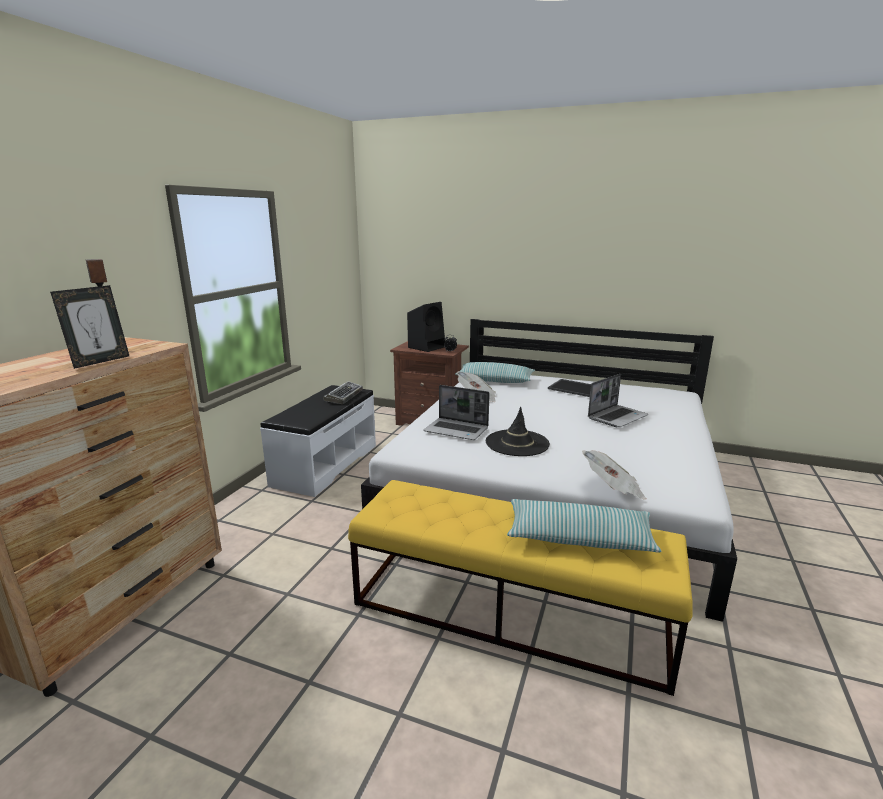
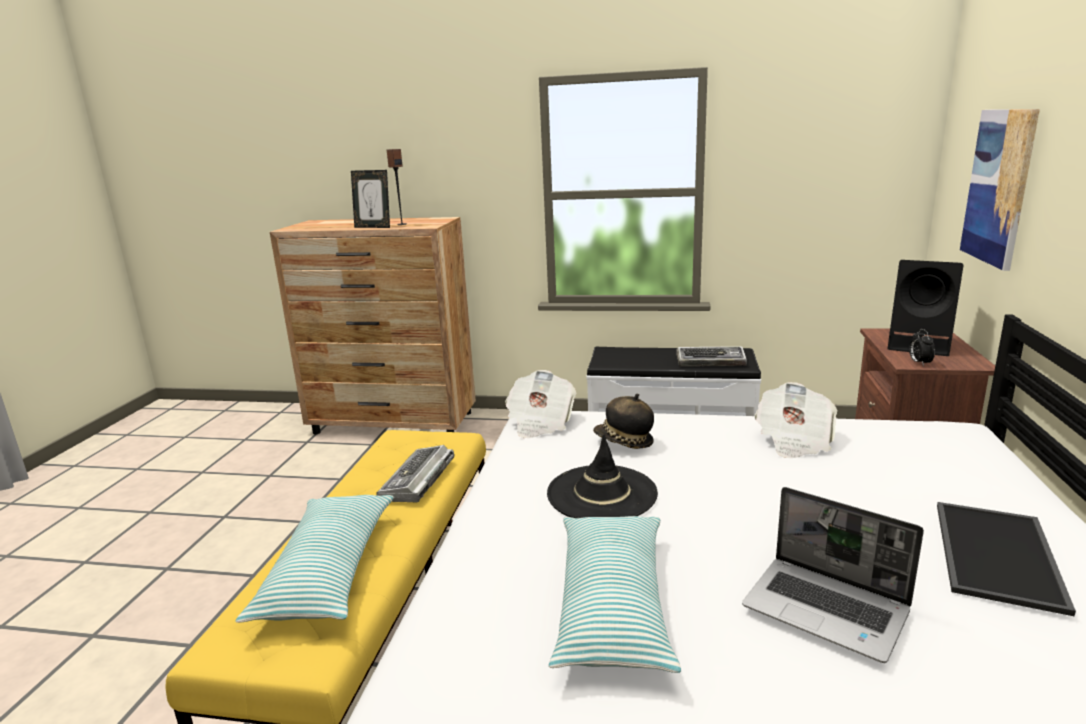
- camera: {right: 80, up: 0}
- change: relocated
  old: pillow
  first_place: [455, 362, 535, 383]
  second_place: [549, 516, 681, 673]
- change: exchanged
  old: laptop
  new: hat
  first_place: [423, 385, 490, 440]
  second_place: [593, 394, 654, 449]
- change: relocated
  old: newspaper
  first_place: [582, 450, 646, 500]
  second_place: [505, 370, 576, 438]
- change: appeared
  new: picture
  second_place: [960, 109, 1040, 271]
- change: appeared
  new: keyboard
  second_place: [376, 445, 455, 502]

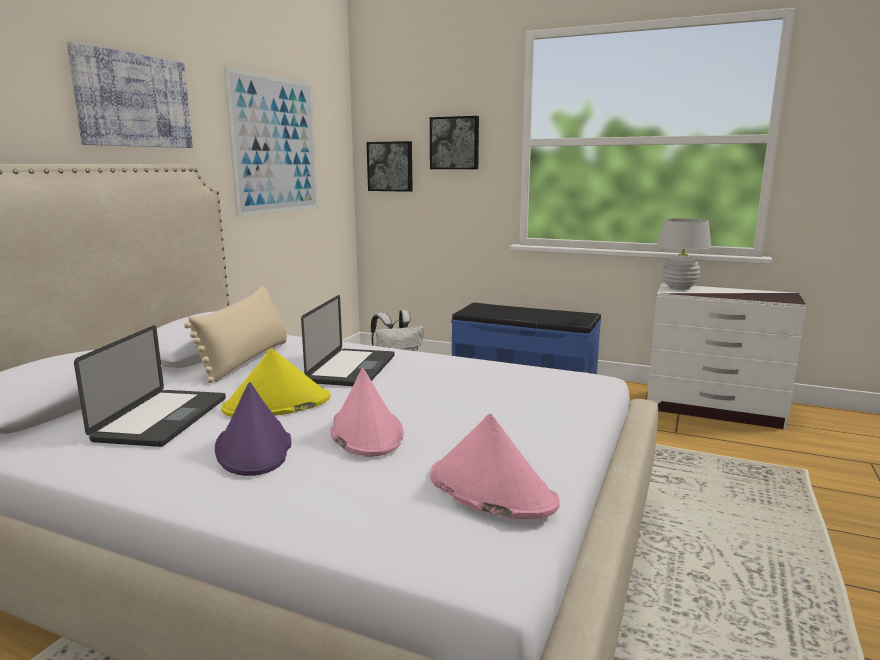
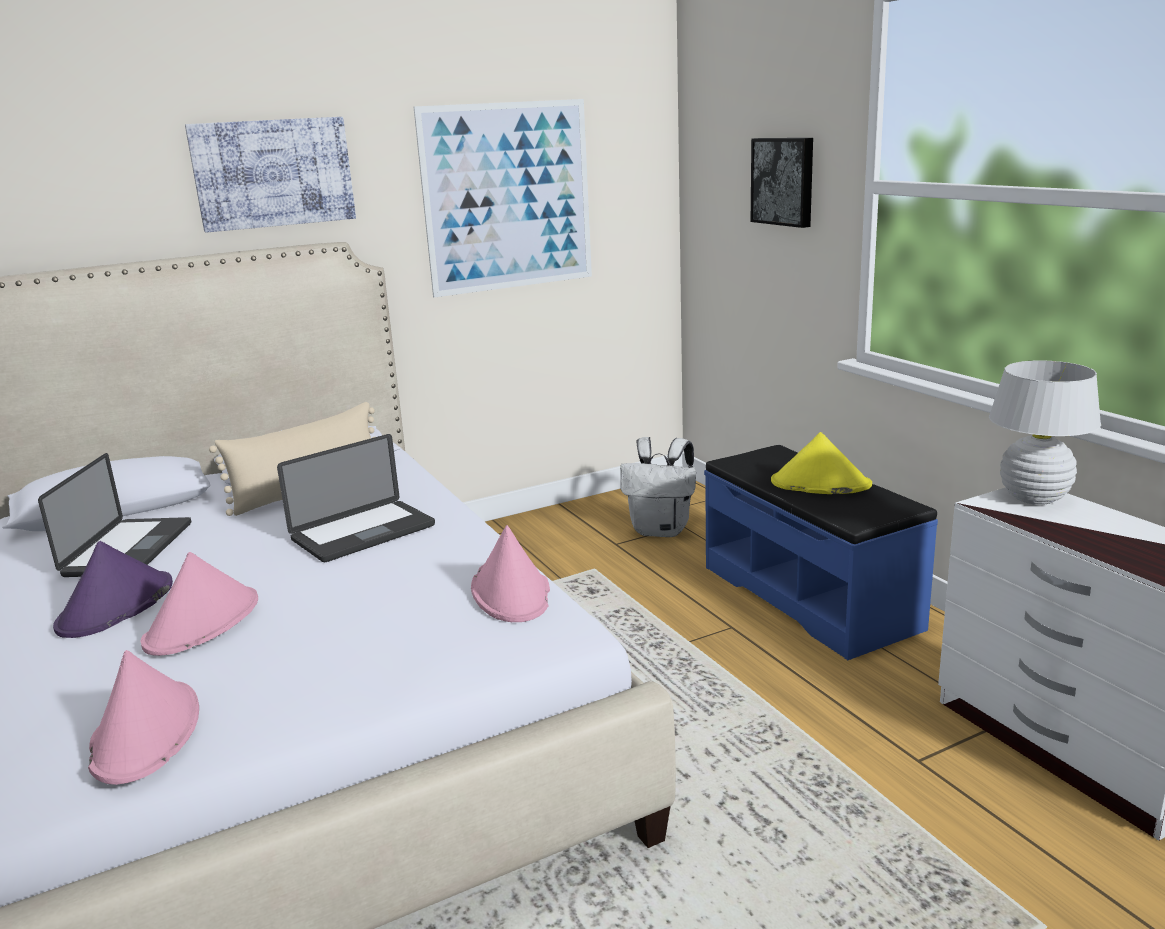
- camera: {right: 40, up: 5}
- change: missing
  old: picture
  first_place: [366, 141, 413, 192]
- change: spun
  old: laptop
  first_place: [74, 325, 226, 447]
  second_place: [38, 453, 191, 577]
  degrees: -45
- change: relocated
  old: yellow_hat
  first_place: [221, 348, 330, 417]
  second_place: [771, 432, 872, 494]
- change: appeared
  new: pink_hat
  second_place: [471, 525, 550, 622]

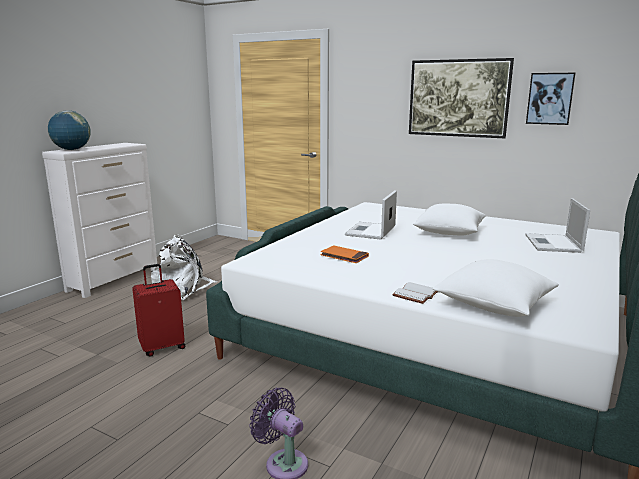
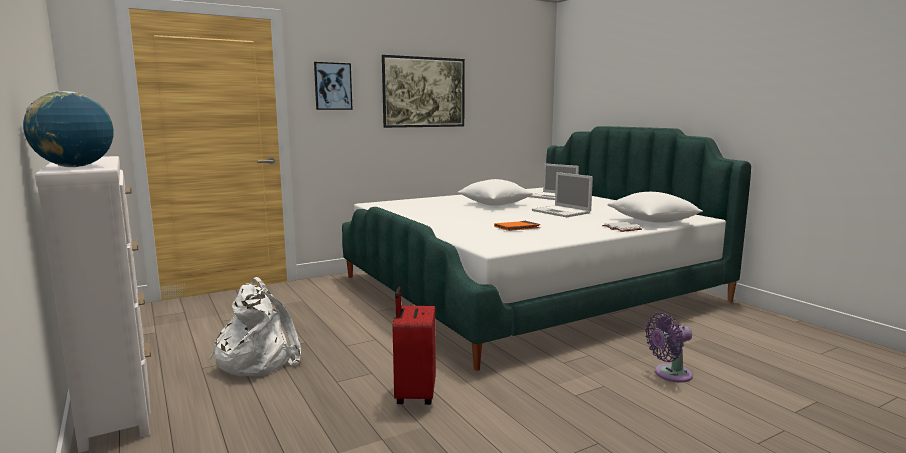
- camera: {right: -60, up: -5}
- change: relocated
  old: picture
  first_place: [526, 73, 575, 125]
  second_place: [314, 62, 353, 110]
- change: relocated
  old: laptop
  first_place: [345, 190, 397, 240]
  second_place: [532, 172, 593, 217]

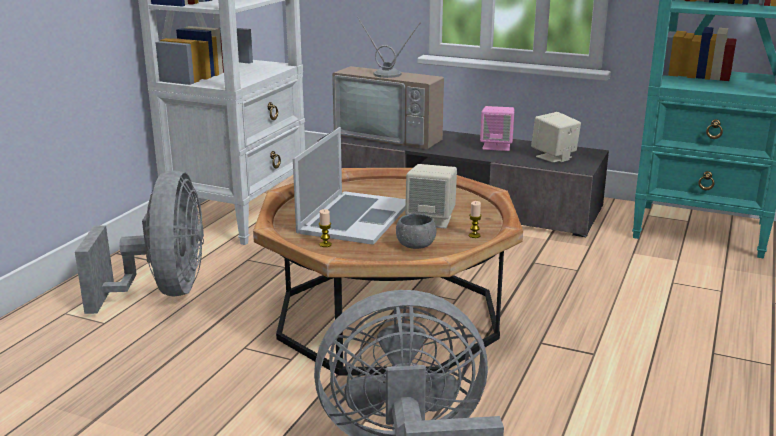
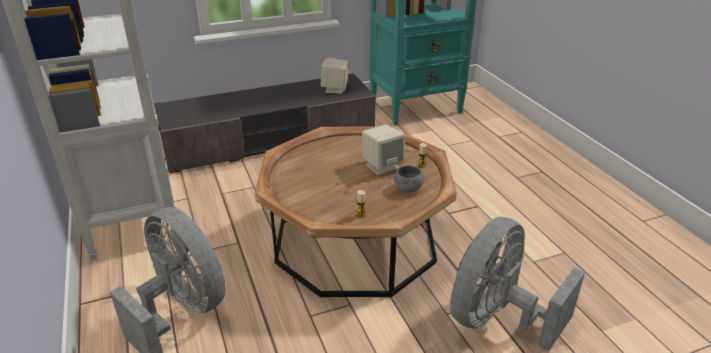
- camera: {right: -45, up: 10}
- change: missing
  old: television
  first_place: [332, 17, 444, 149]
- change: missing
  old: pink_speaker
  first_place: [480, 106, 515, 151]
- change: missing
  old: laptop
  first_place: [293, 127, 406, 245]

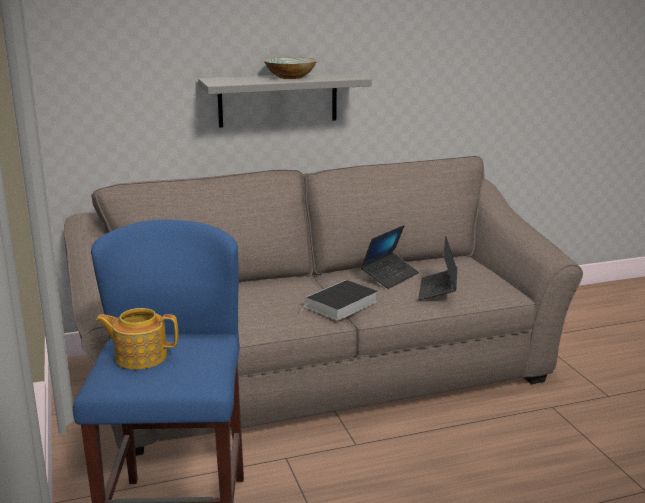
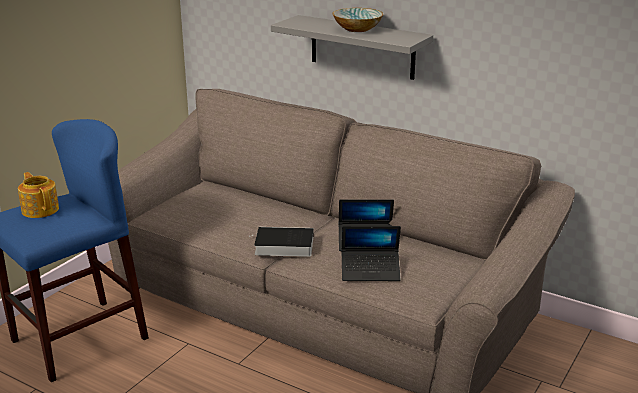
- camera: {right: 50, up: 5}
- change: spun
  old: laptop
  first_place: [418, 236, 457, 300]
  second_place: [342, 226, 401, 281]
  degrees: -150

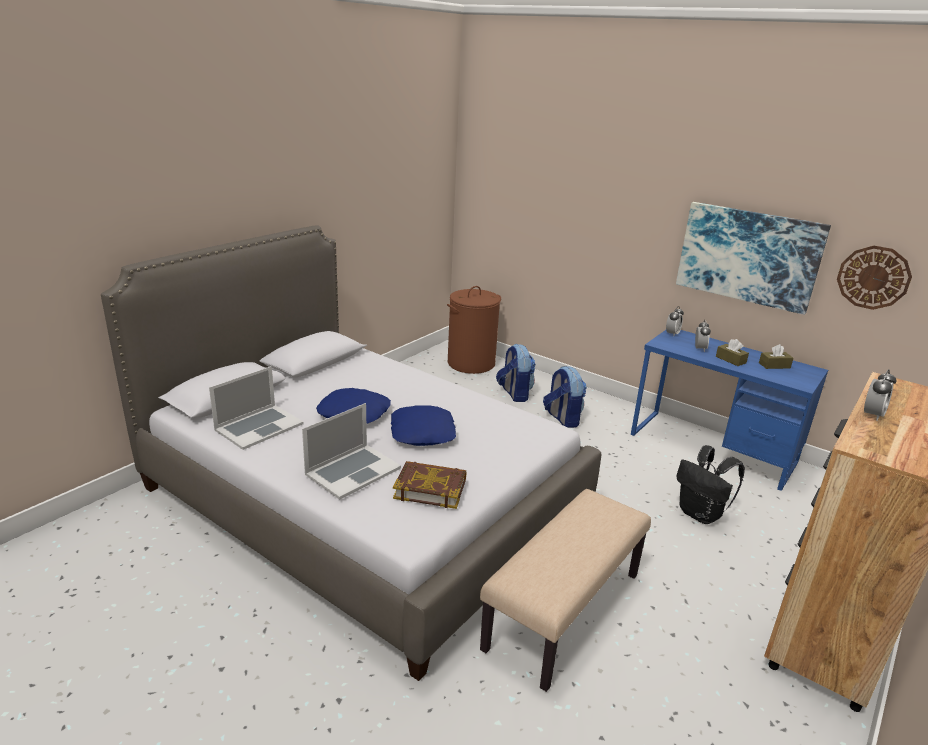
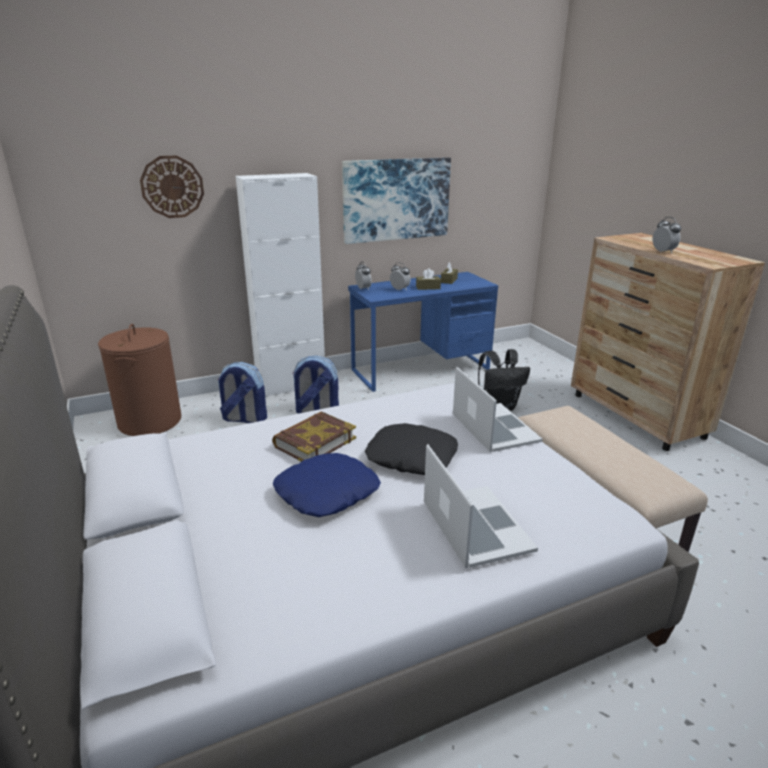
- camera: {right: -60, up: 0}
- change: relocated
  old: wall_clock
  first_place: [837, 246, 912, 310]
  second_place: [140, 155, 204, 218]
- change: relocated
  old: laptop
  first_place: [209, 366, 304, 450]
  second_place: [453, 367, 543, 452]
- change: colour
  old: blue_pillow
  new: black_pillow
  first_place: [391, 405, 456, 446]
  second_place: [365, 423, 458, 475]
- change: relocated
  old: book
  first_place: [393, 461, 466, 509]
  second_place: [272, 411, 356, 462]
- change: appeared
  new: white_cabinet
  second_place: [236, 173, 325, 396]

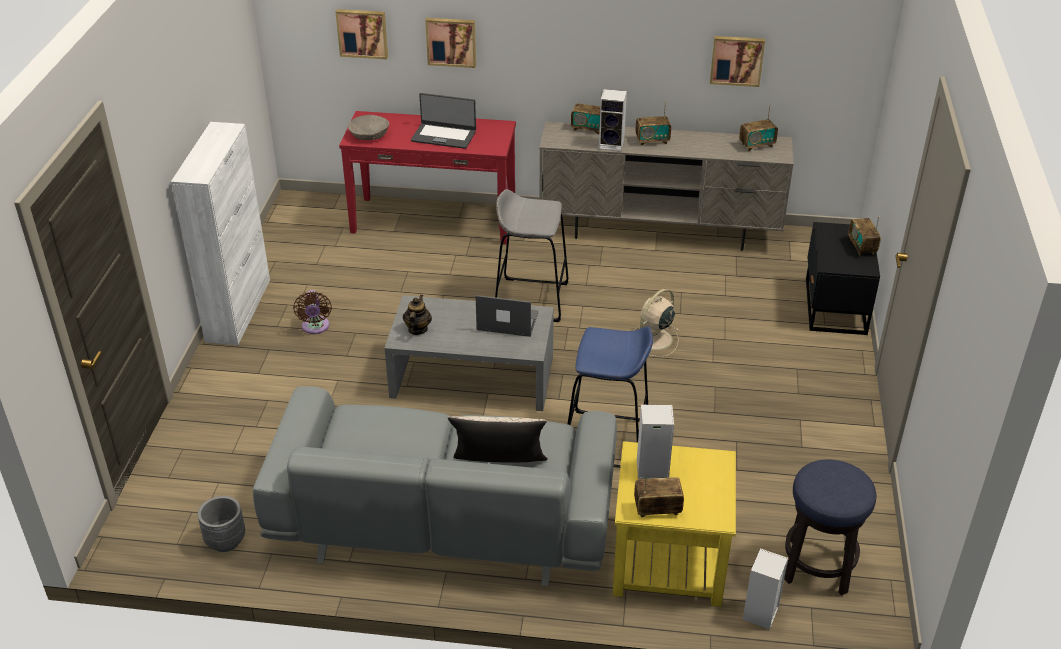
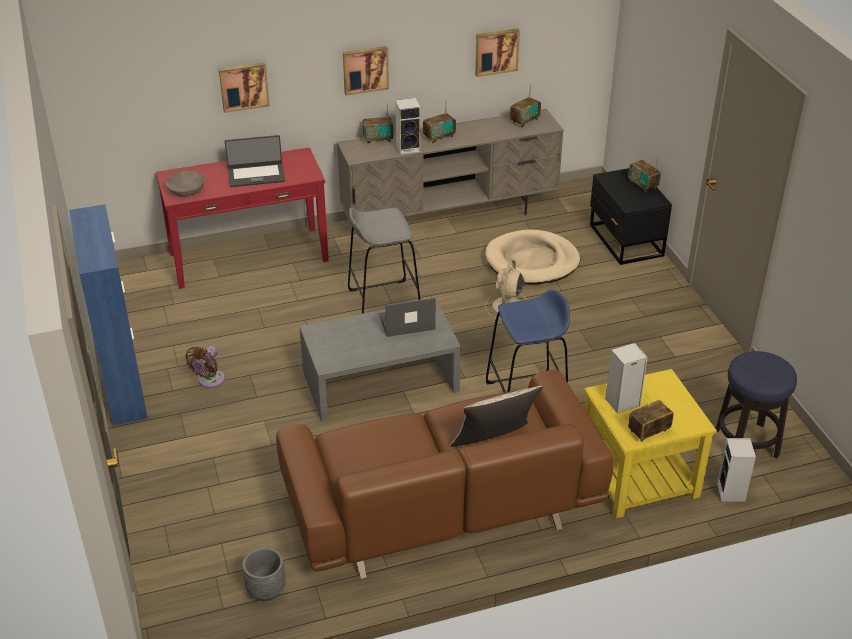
- camera: {right: -25, up: 0}
- change: relocated
  old: picture
  first_place: [336, 9, 388, 59]
  second_place: [343, 46, 389, 96]
- change: colour
  old: white_cabinet
  new: blue_cabinet
  first_place: [171, 122, 270, 345]
  second_place: [69, 204, 148, 425]
- change: spun
  old: brown_fan
  first_place: [293, 290, 332, 334]
  second_place: [185, 346, 225, 388]
  degrees: 60
- change: missing
  old: teapot
  first_place: [403, 295, 432, 335]
- change: colour
  old: grey_sofa
  new: brown_sofa
  first_place: [253, 386, 617, 586]
  second_place: [276, 370, 613, 579]
- change: appeared
  new: beige_dog_bed
  second_place: [485, 230, 580, 284]

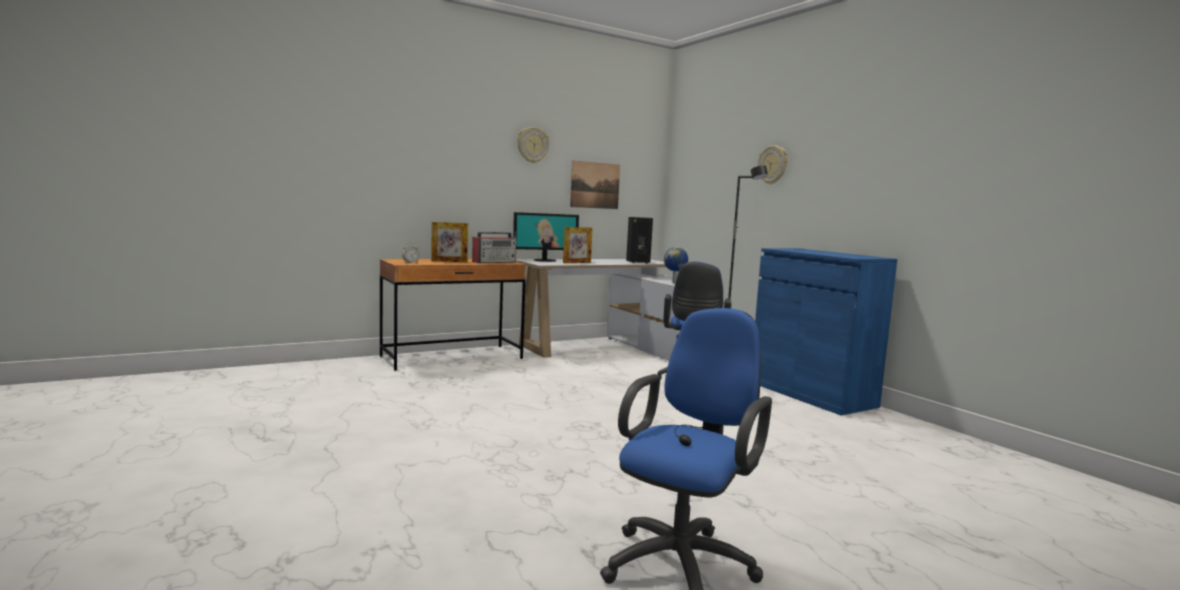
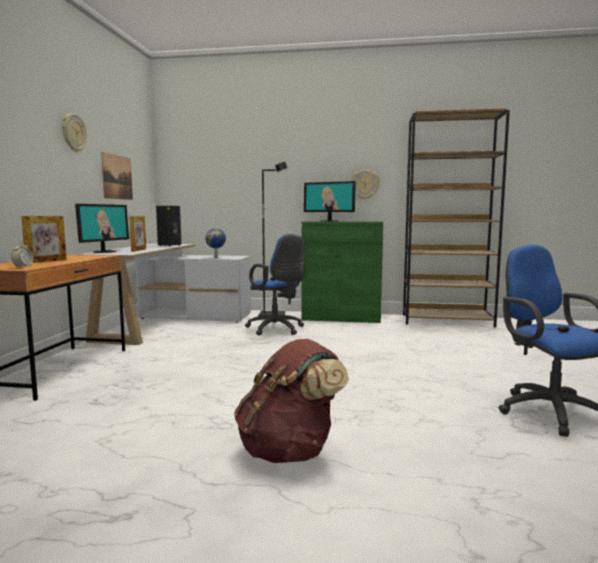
- camera: {right: -50, up: 0}
- change: relocated
  old: wall_clock
  first_place: [758, 145, 788, 184]
  second_place: [351, 170, 380, 199]
- change: missing
  old: radio
  first_place: [472, 231, 516, 263]
- change: colour
  old: blue_cabinet
  new: green_cabinet
  first_place: [755, 248, 897, 415]
  second_place: [301, 221, 383, 323]
- change: appeared
  new: brown_bookcase
  second_place: [403, 108, 510, 328]
- change: appeared
  new: monitor
  second_place: [304, 181, 356, 221]
- change: appeared
  new: brown_backpack
  second_place: [234, 339, 349, 463]

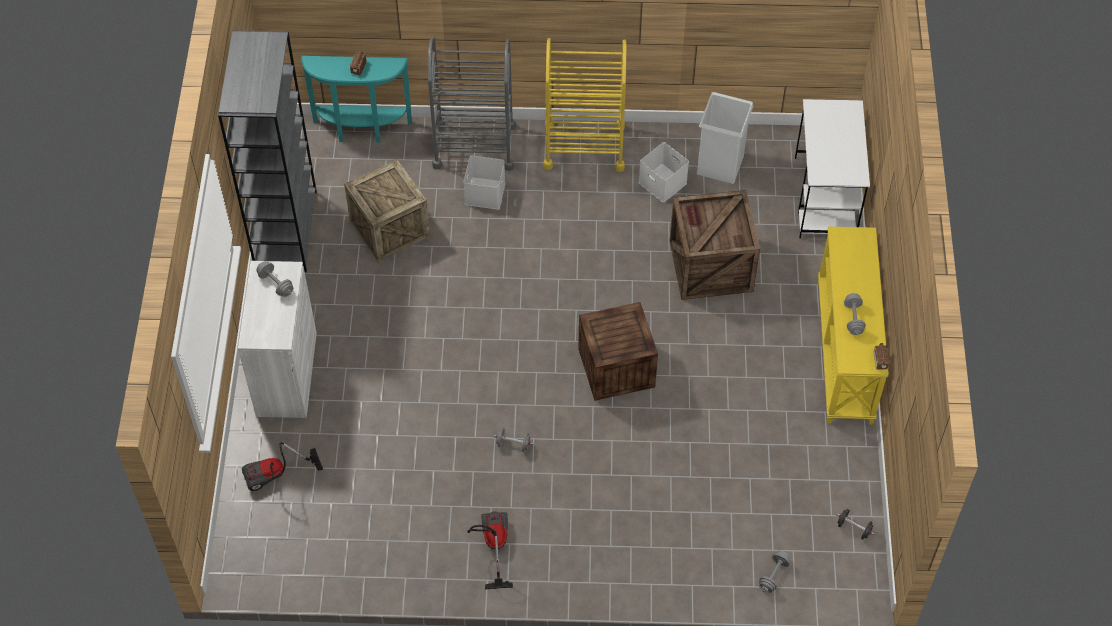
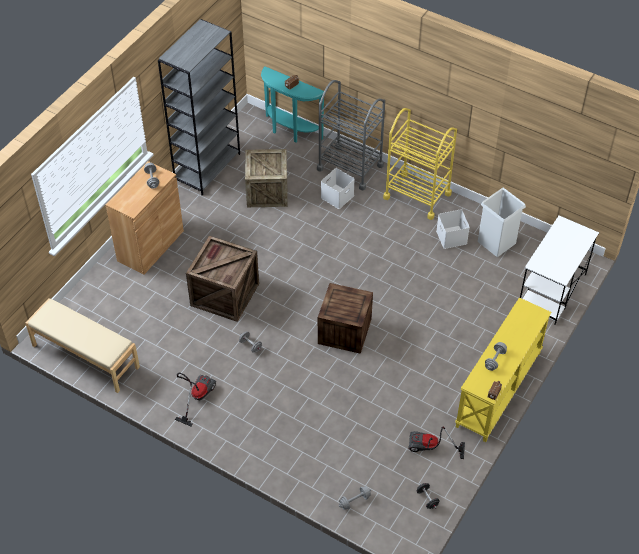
- camera: {right: 30, up: -5}
- change: relocated
  old: crate
  first_place: [670, 190, 760, 300]
  second_place: [186, 236, 259, 322]
- change: colour
  old: white_cabinet
  new: brown_cabinet
  first_place: [238, 261, 317, 418]
  second_place: [106, 161, 184, 275]
- change: relocated
  old: vacuum_cleaner
  first_place: [242, 442, 323, 491]
  second_place: [408, 427, 465, 459]
- change: appeared
  new: beige_bench
  second_place: [25, 298, 140, 393]

